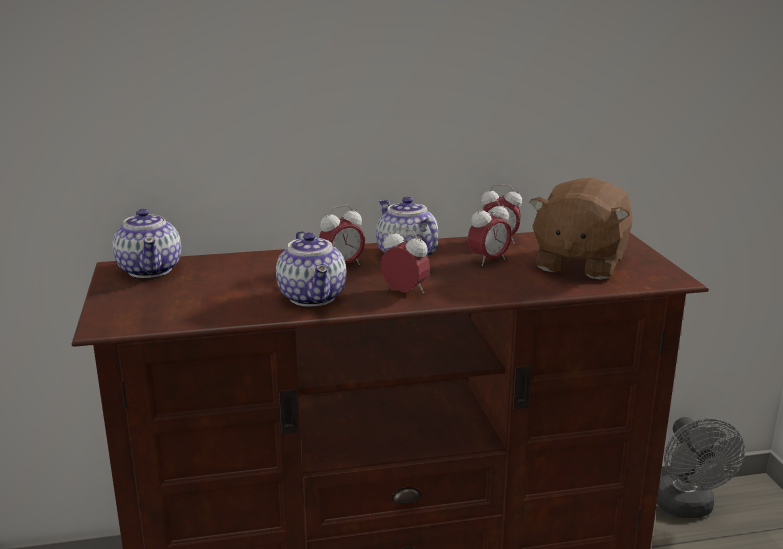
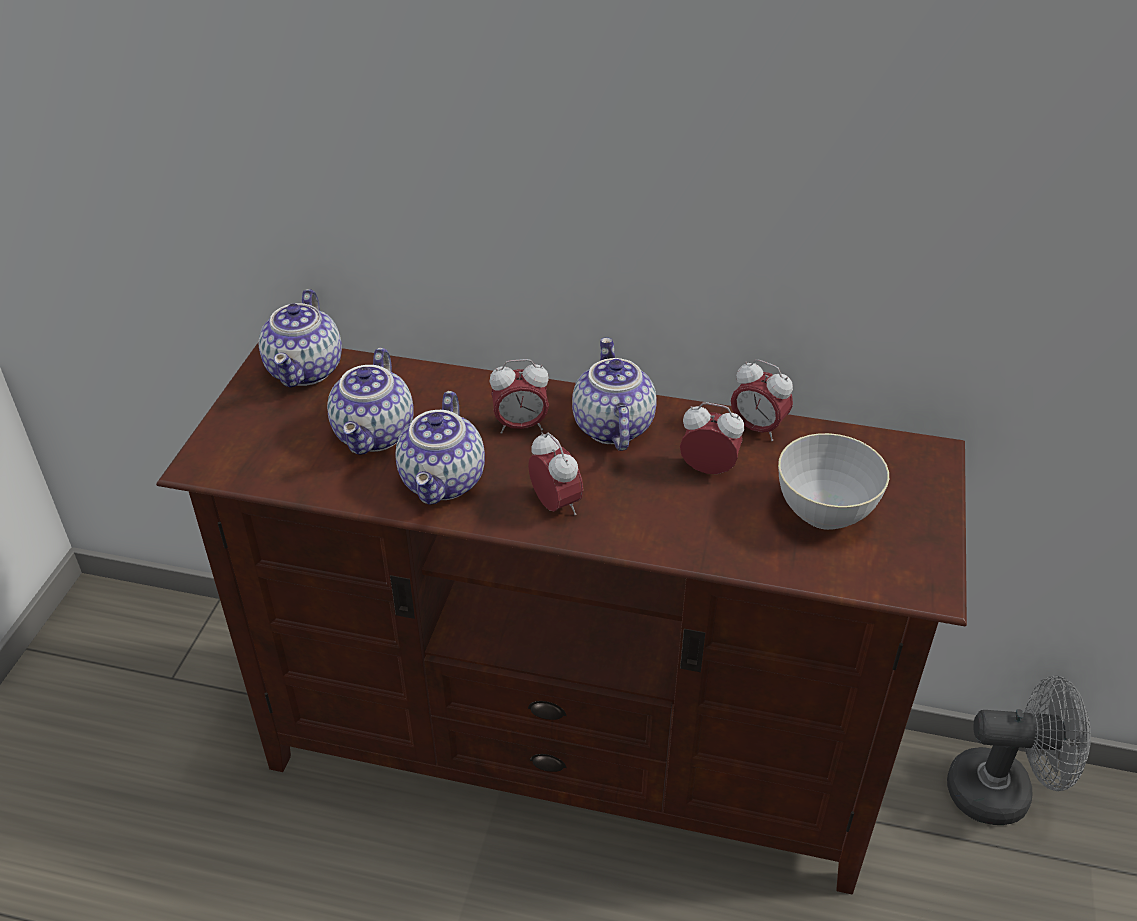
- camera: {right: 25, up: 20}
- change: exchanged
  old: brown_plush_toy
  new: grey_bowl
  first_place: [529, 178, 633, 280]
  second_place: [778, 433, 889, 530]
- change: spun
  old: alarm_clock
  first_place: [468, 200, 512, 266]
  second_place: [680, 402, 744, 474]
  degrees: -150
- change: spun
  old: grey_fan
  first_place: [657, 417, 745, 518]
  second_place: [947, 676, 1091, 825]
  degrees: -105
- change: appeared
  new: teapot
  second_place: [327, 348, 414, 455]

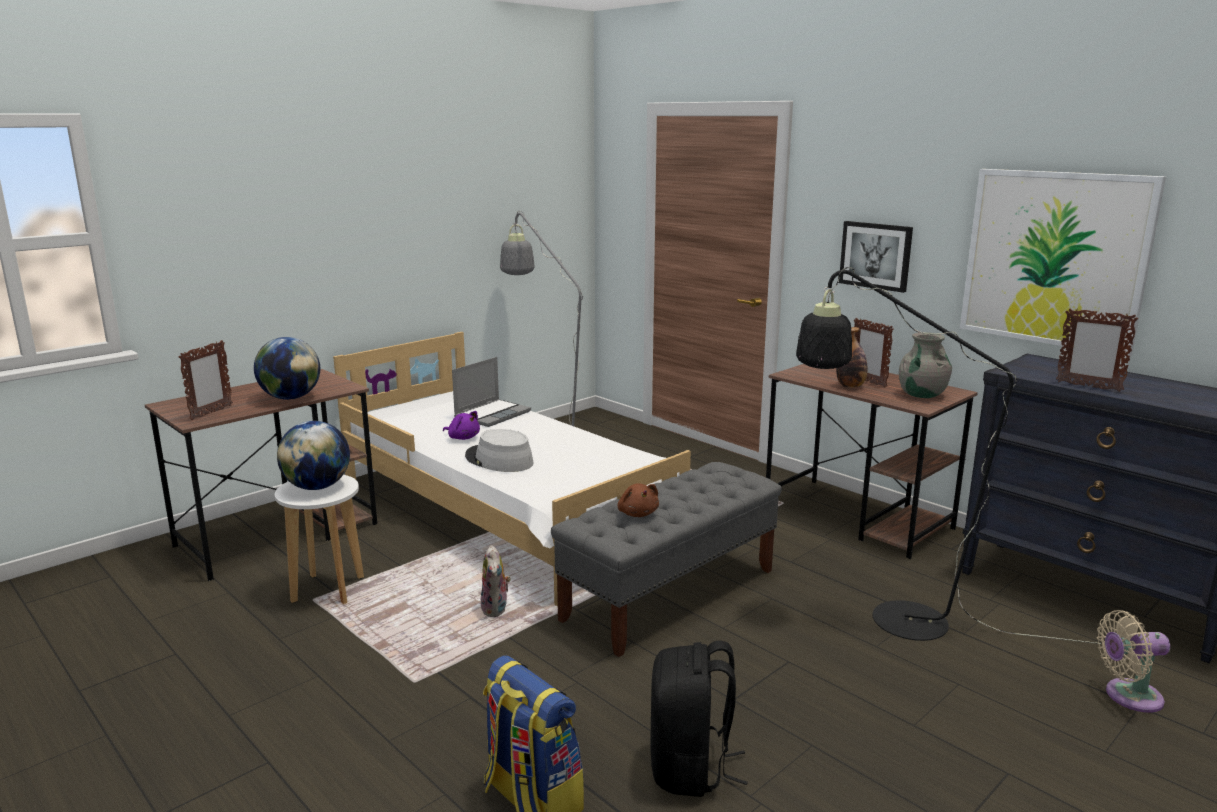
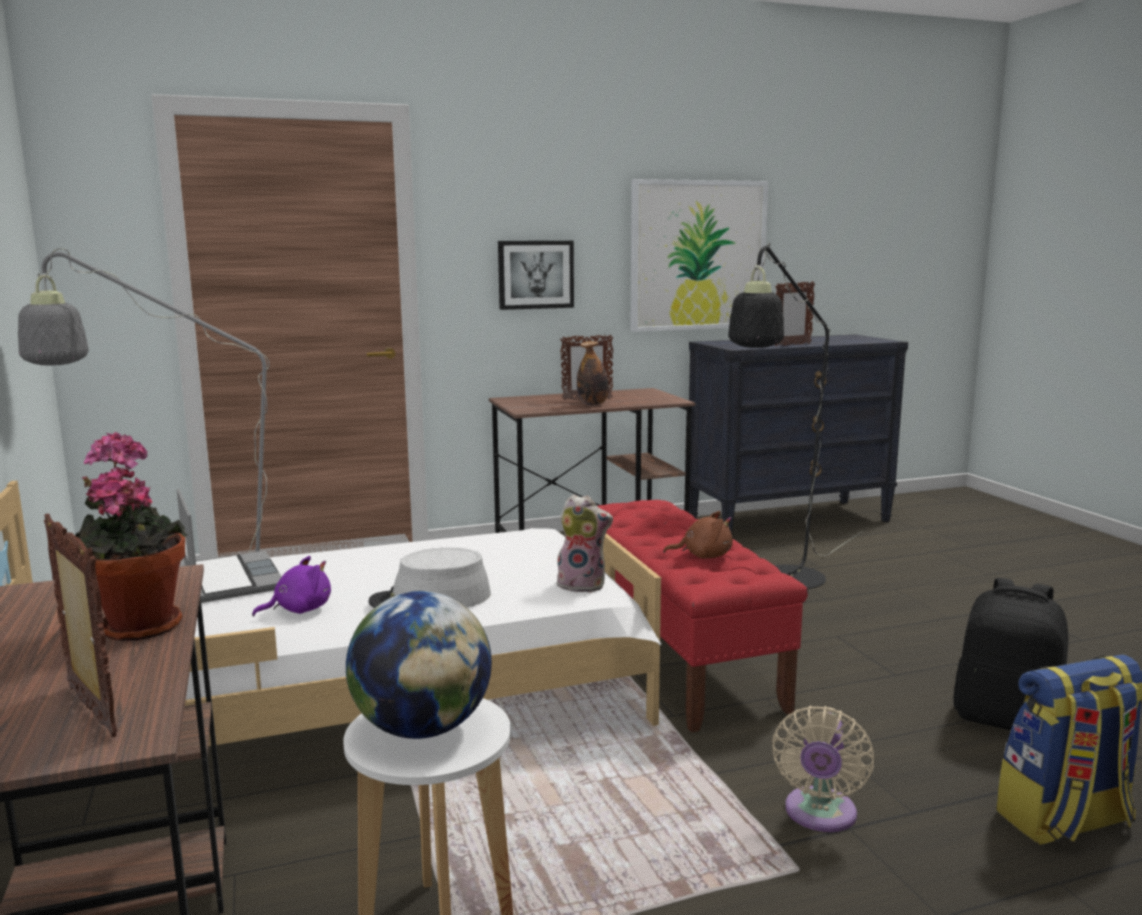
- camera: {right: -65, up: -5}
- change: missing
  old: grey_vase
  first_place: [899, 332, 952, 398]
- change: exchanged
  old: globe
  new: potted_plant
  first_place: [254, 337, 320, 400]
  second_place: [75, 432, 188, 641]
- change: colour
  old: grey_bench
  new: red_bench
  first_place: [551, 462, 782, 657]
  second_place: [598, 500, 808, 733]
- change: relocated
  old: plush_toy
  first_place: [481, 545, 511, 617]
  second_place: [557, 494, 613, 593]
- change: relocated
  old: beige_fan
  first_place: [1097, 610, 1170, 713]
  second_place: [772, 706, 874, 832]

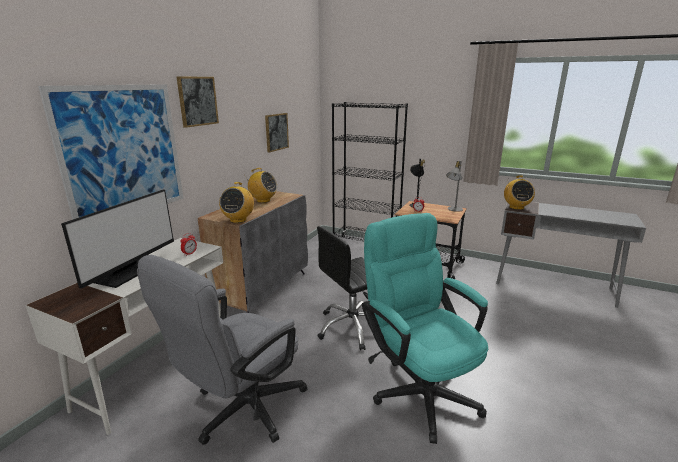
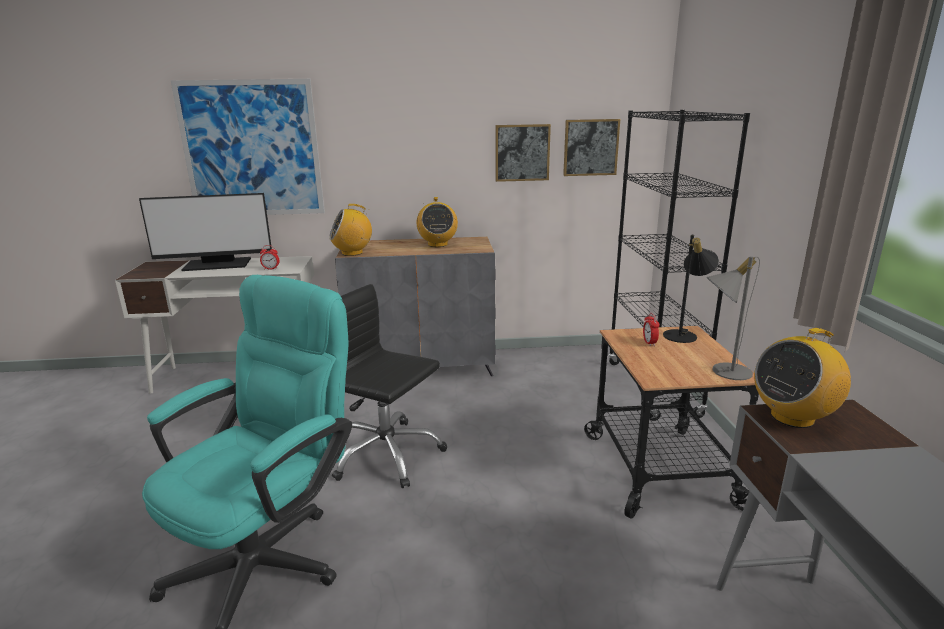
- camera: {right: 60, up: 0}
- change: relocated
  old: picture
  first_place: [177, 76, 219, 128]
  second_place: [563, 119, 620, 176]
- change: missing
  old: grey_office_chair
  first_place: [137, 255, 307, 445]

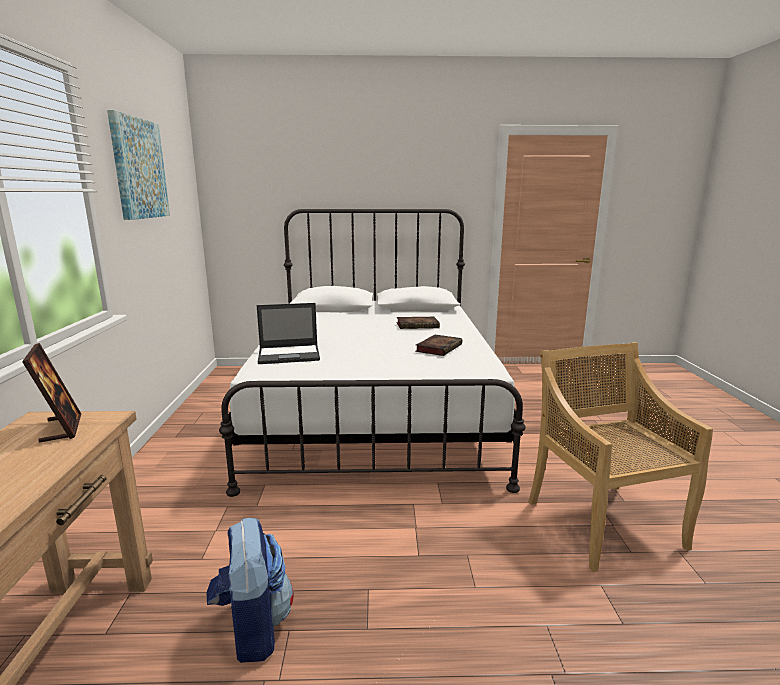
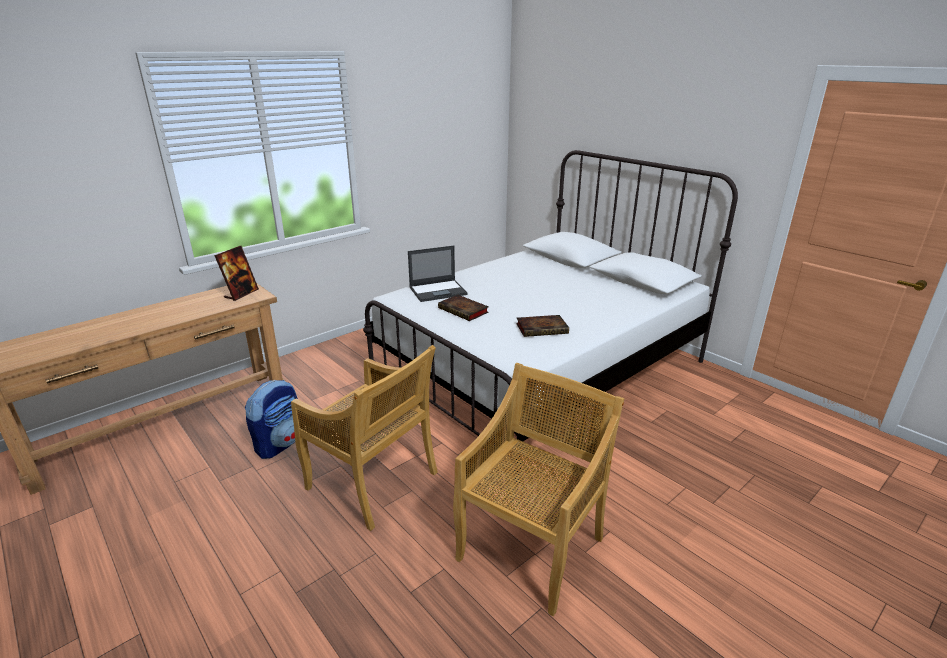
- camera: {right: 50, up: 10}
- change: missing
  old: picture
  first_place: [107, 110, 170, 220]
- change: spun
  old: laptop
  first_place: [257, 303, 320, 364]
  second_place: [408, 246, 468, 302]
  degrees: -60
- change: relocated
  old: book
  first_place: [396, 317, 440, 329]
  second_place: [438, 295, 489, 321]
- change: appeared
  new: beige_chair
  second_place: [291, 345, 438, 531]

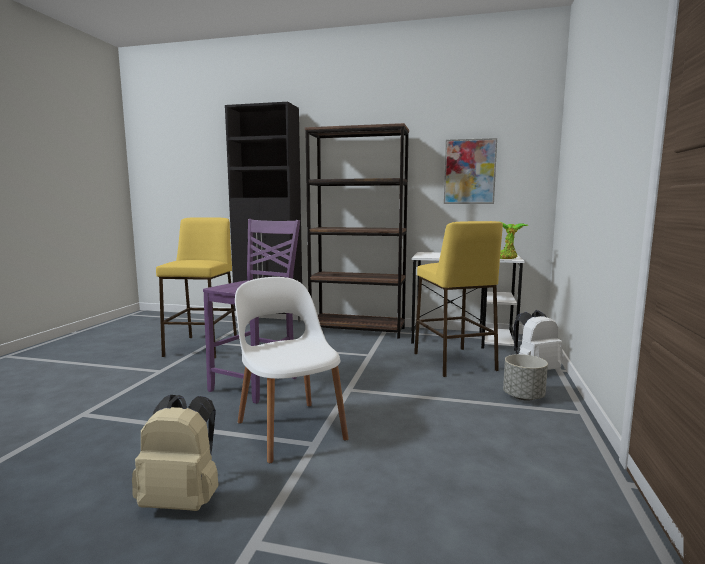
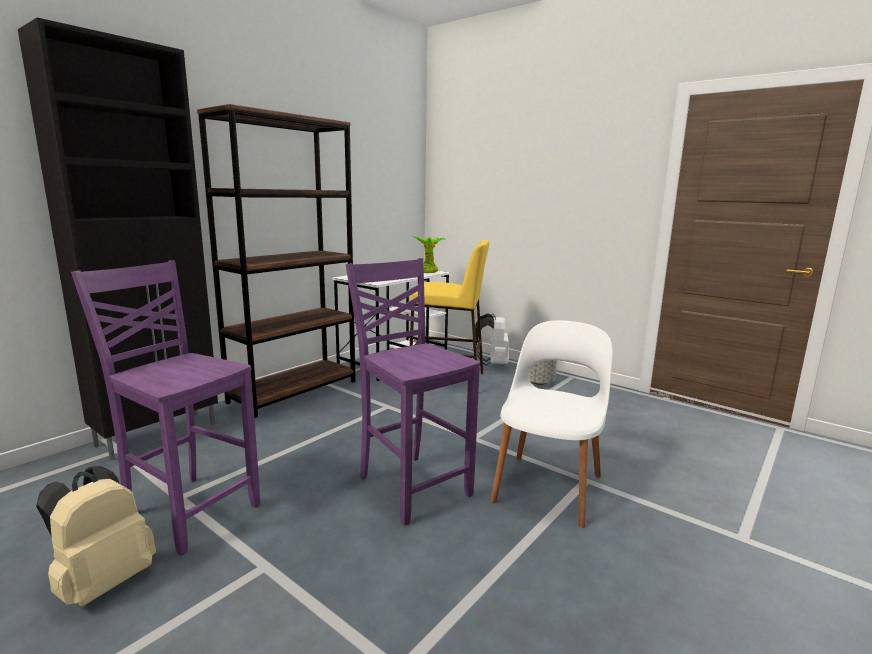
- camera: {right: -65, up: 5}
- change: missing
  old: picture
  first_place: [444, 138, 497, 204]
- change: exchanged
  old: yellow_stool
  new: purple_chair
  first_place: [156, 217, 237, 359]
  second_place: [71, 260, 260, 555]
- change: spun
  old: white_chair
  first_place: [235, 277, 349, 463]
  second_place: [491, 320, 613, 528]
  degrees: 120
- change: relocated
  old: beige_backpack
  first_place: [132, 395, 219, 511]
  second_place: [36, 466, 156, 606]

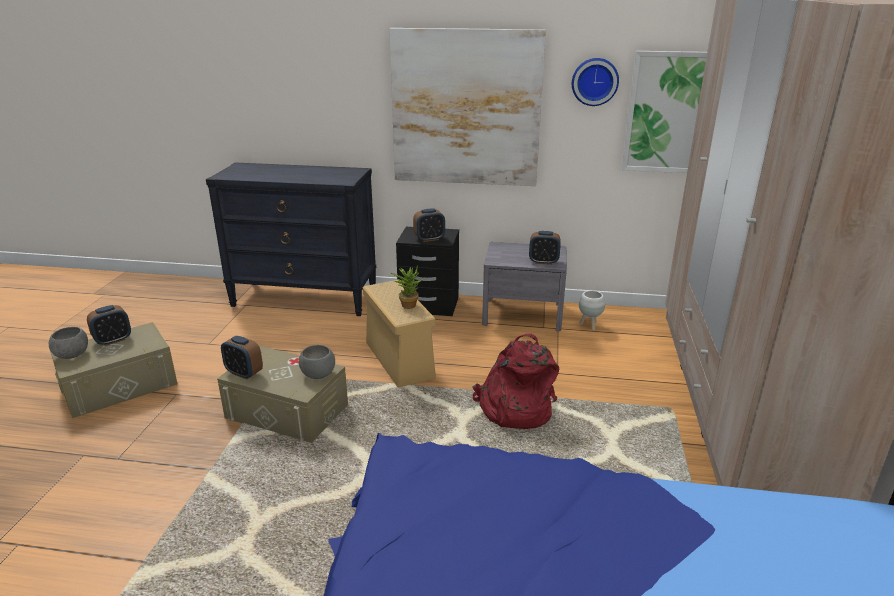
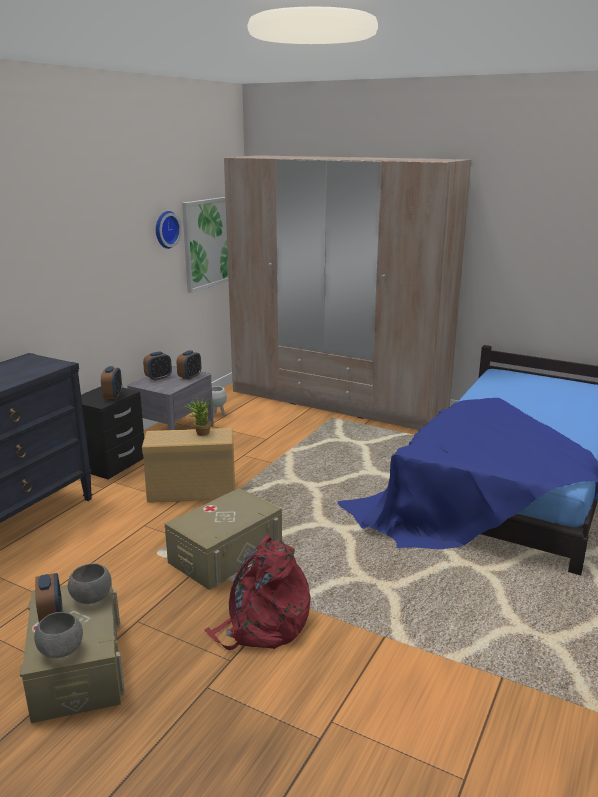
- camera: {right: -70, up: -5}
- change: missing
  old: picture
  first_place: [389, 28, 546, 186]
- change: relocated
  old: red_backpack
  first_place: [472, 333, 559, 429]
  second_place: [205, 535, 311, 650]
- change: relocated
  old: alarm_clock
  first_place: [221, 336, 263, 379]
  second_place: [143, 351, 172, 381]
- change: relocated
  old: grey_bowl
  first_place: [299, 345, 335, 379]
  second_place: [68, 563, 111, 604]

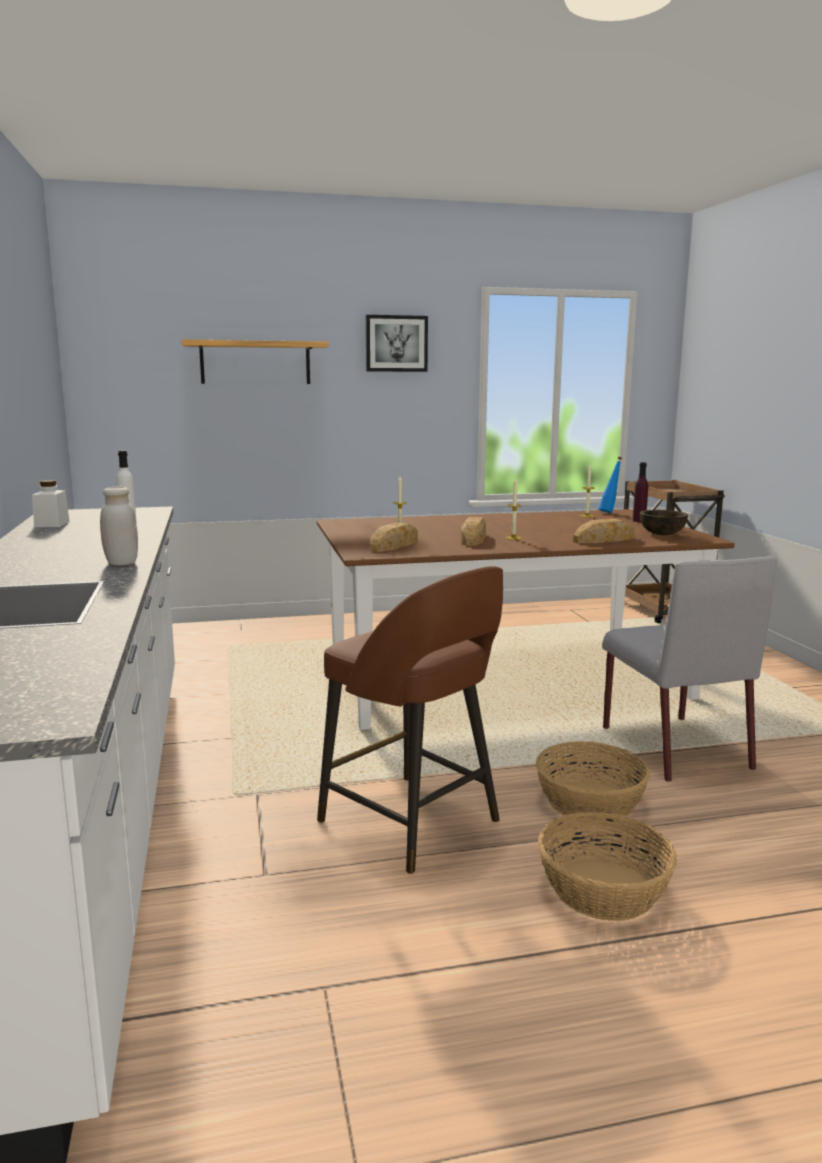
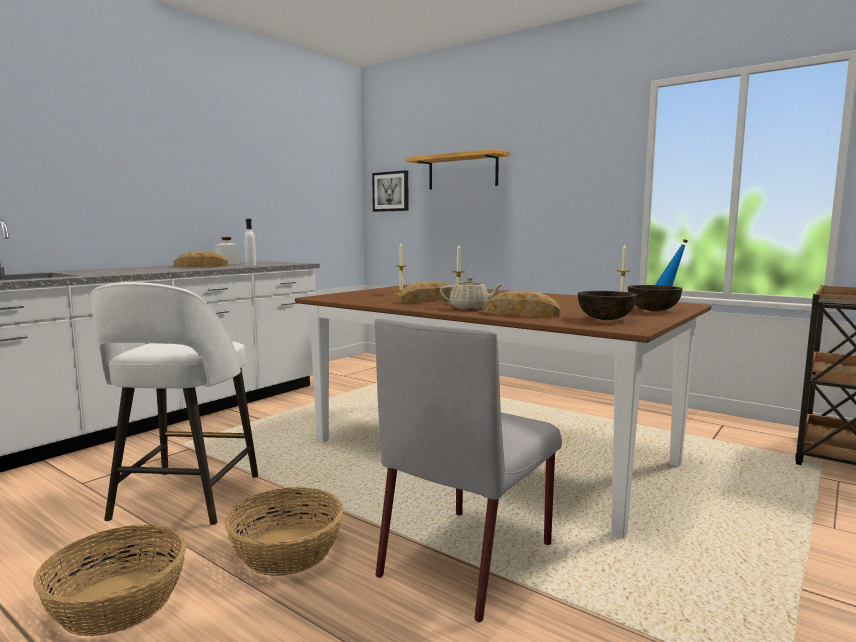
- camera: {right: 50, up: -5}
- change: relocated
  old: picture
  first_place: [366, 315, 428, 372]
  second_place: [372, 170, 408, 212]
- change: exchanged
  old: purple_bottle
  new: brown_bowl
  first_place: [632, 462, 648, 522]
  second_place: [628, 285, 683, 311]
- change: missing
  old: white_jar
  first_place: [100, 487, 138, 565]
- change: relocated
  old: bread
  first_place: [370, 522, 418, 552]
  second_place: [174, 252, 228, 267]
- change: colour
  old: brown_stool
  new: white_stool
  first_place: [317, 566, 503, 874]
  second_place: [91, 282, 258, 525]
- change: appeared
  new: beige_teapot
  second_place: [440, 277, 503, 309]

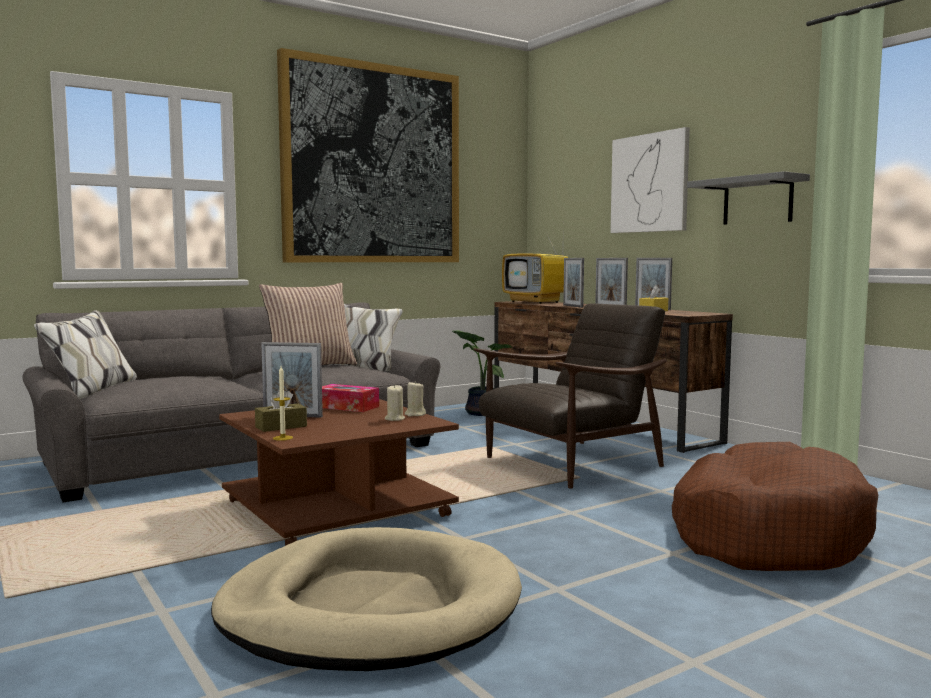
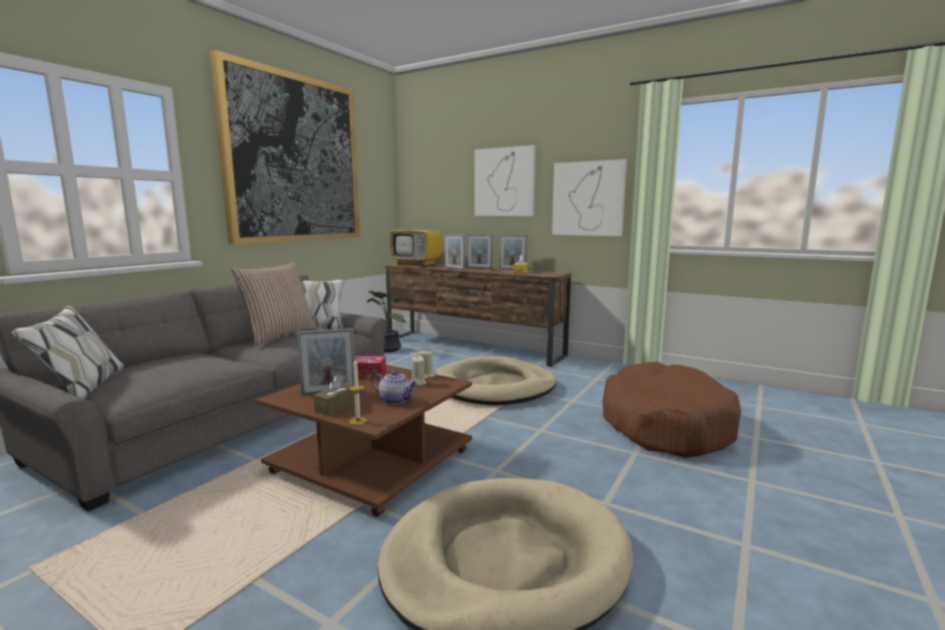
- camera: {right: -25, up: 5}
- change: exchanged
  old: grey_shelf
  new: picture
  first_place: [687, 171, 810, 225]
  second_place: [552, 159, 627, 236]
- change: exchanged
  old: brown_armchair
  new: beige_dog_bed
  first_place: [474, 303, 667, 489]
  second_place: [435, 356, 557, 405]
- change: appeared
  new: teapot
  second_place: [373, 370, 418, 404]

